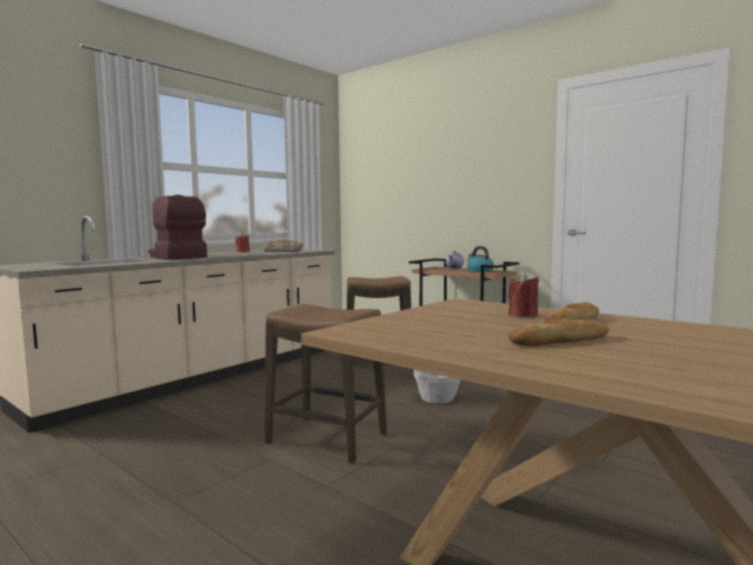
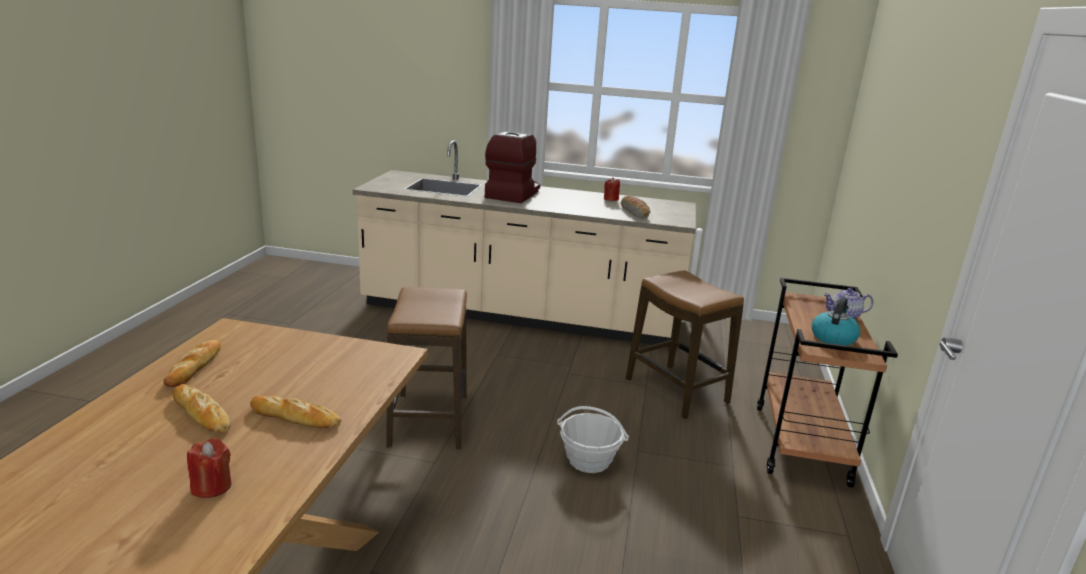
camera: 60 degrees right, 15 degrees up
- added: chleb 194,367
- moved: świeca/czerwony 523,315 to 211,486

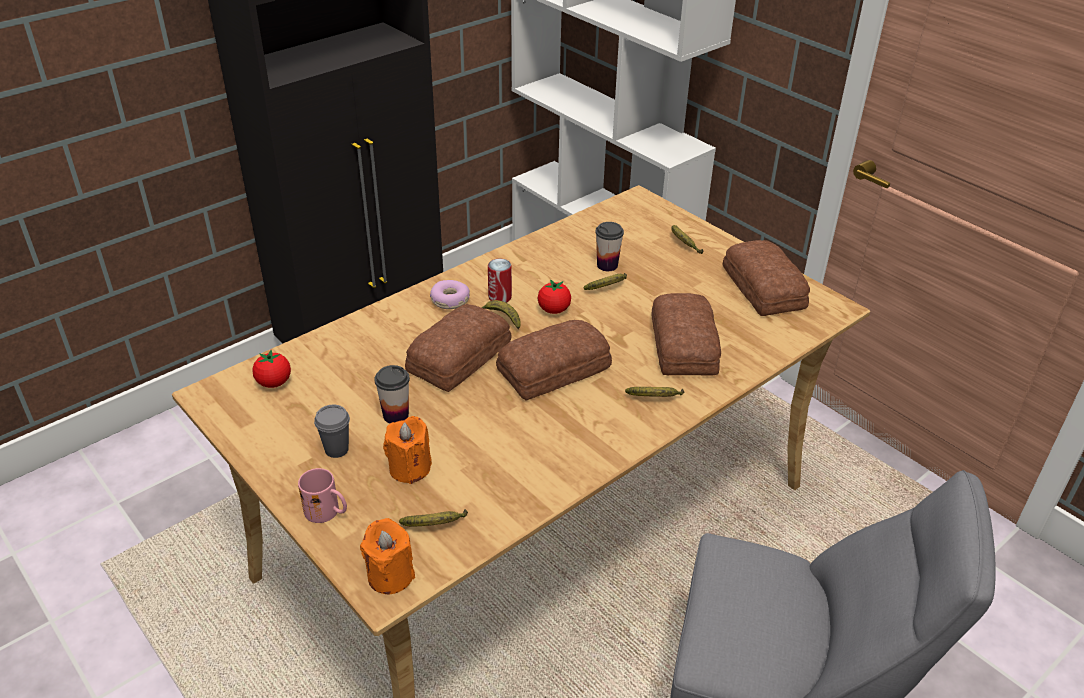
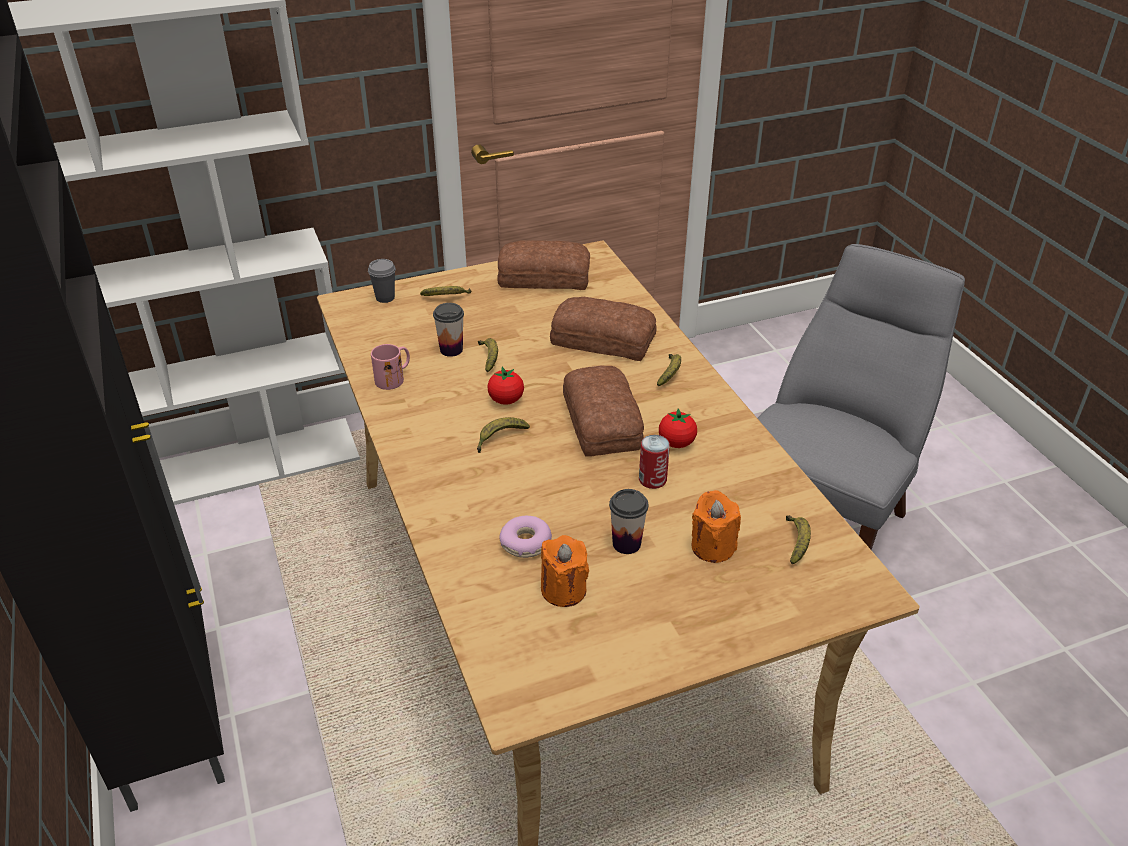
camera: 70 degrees left, 0 degrees up
- moved: filiżanka/szary 336,449 to 385,298
- moved: kubek/różowy 328,512 to 394,378
- moved: donut 450,300 to 526,543
- moved: świeca/pomarańczowy 390,575 to 563,590
- moved: puszka 500,297 to 652,479
- moved: pomidor 274,382 to 676,443
- removed: chleb 456,357

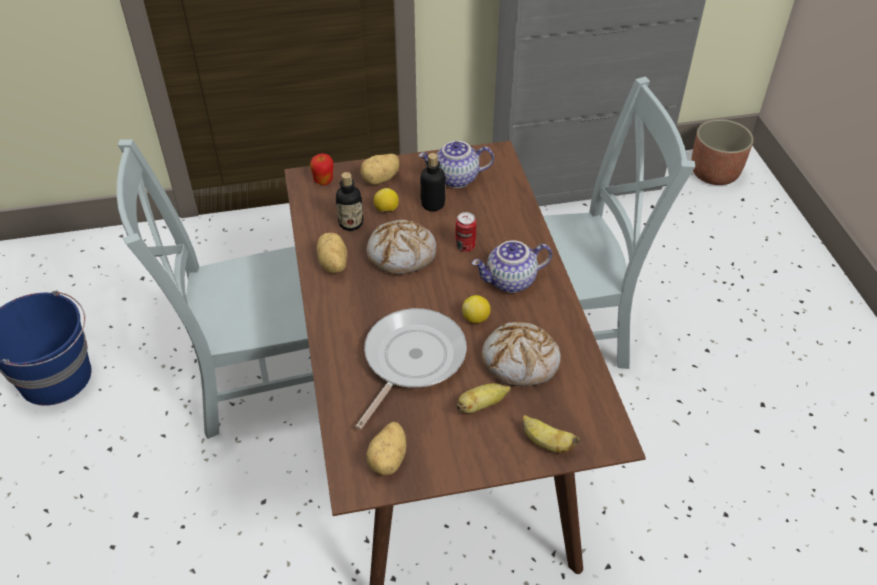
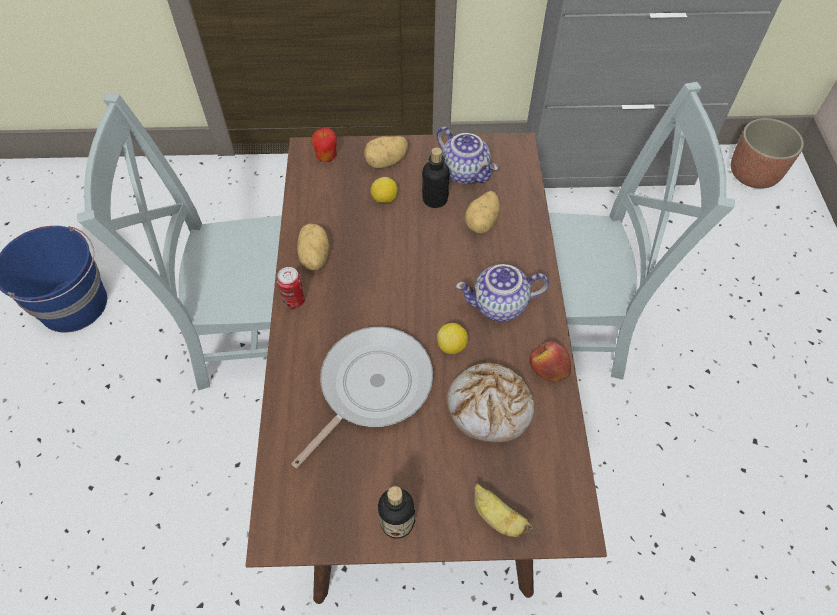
camera: 10 degrees right, 10 degrees up
- moved: puszka 465,246 to 294,300
- moved: butelka 351,223 to 397,522
- turned: imbryk 456,179 = 466,172 135 degrees counterclockwise
- moved: ziemniak 389,459 to 483,222
- added: jabłko 548,367
- removed: chleb 402,254
- removed: banan 481,405

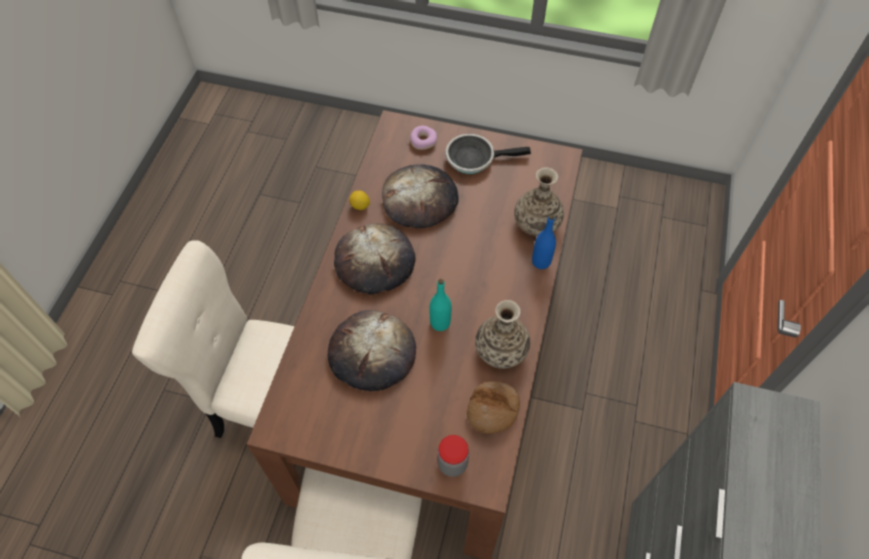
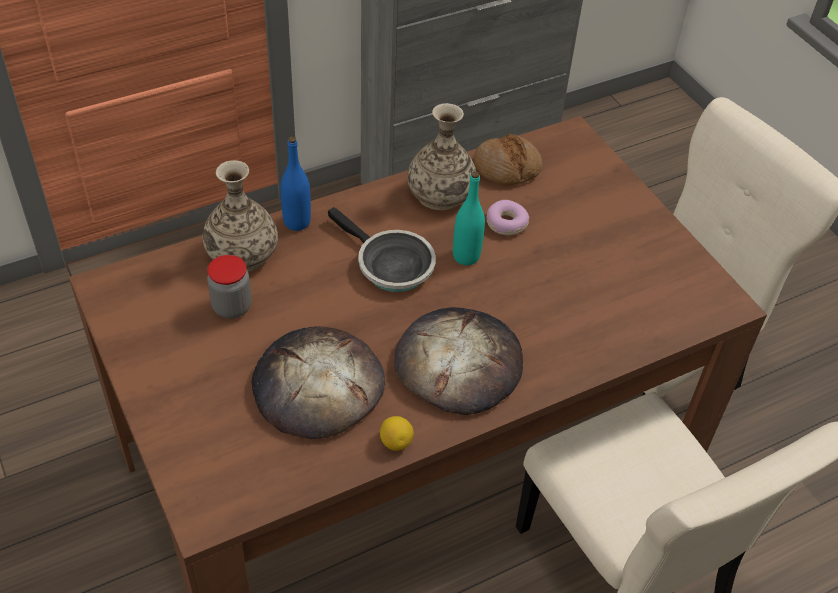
camera: 135 degrees left, 10 degrees down
- moved: słoik 452,463 to 232,307
- moved: patelnia 474,158 to 390,265
- moved: donut 423,141 to 506,223
- removed: chleb 372,353

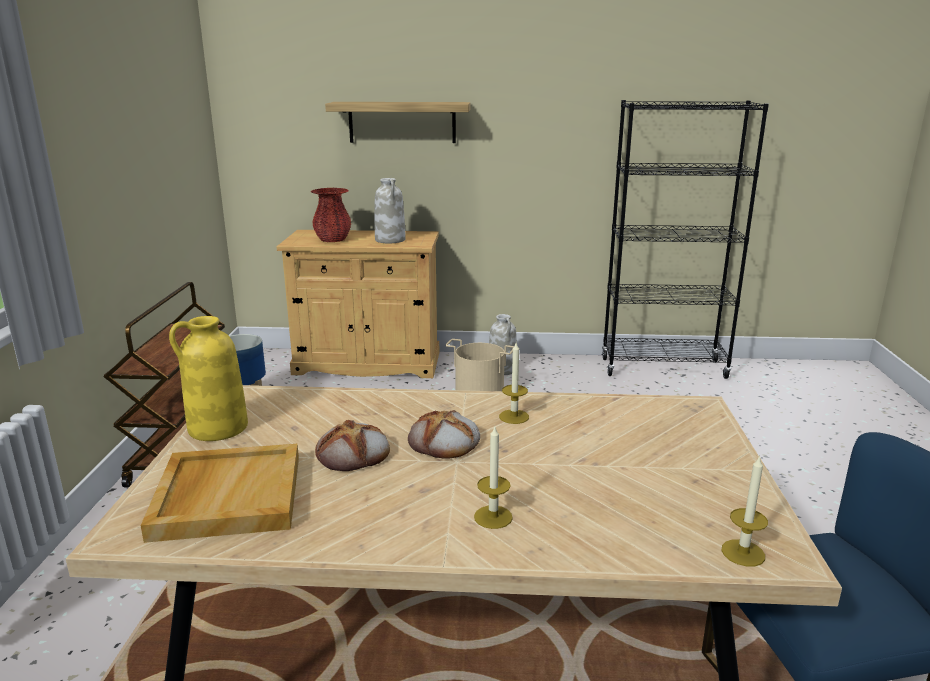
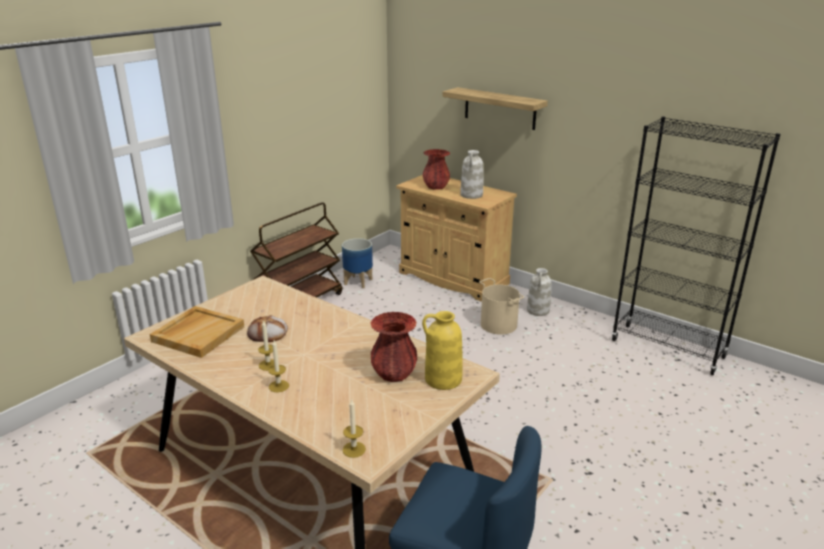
camera: 35 degrees right, 5 degrees up
- moved: świeca 514,416 to 268,365
- added: wazon/czerwony 394,374
- moved: wazon/żółty 217,428 to 442,379
- removed: chleb 444,442

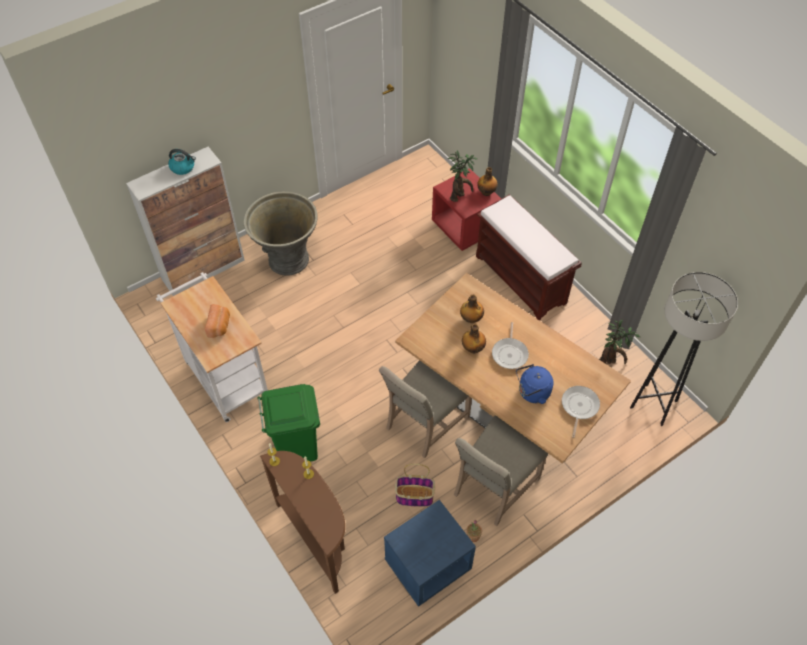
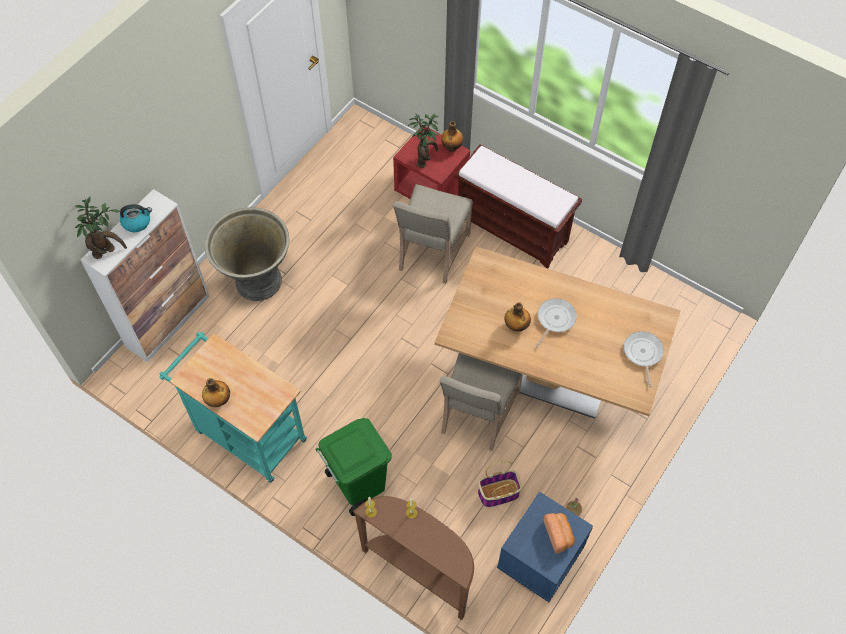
camera: 20 degrees left, 5 degrees up
- moved: roślina doniczkowa 609,361 to 107,251
- recoloured: wózek/biały 224,376 to wózek/turkusowy 246,433
- moved: butelka 471,319 to 218,400
- moved: krzesło/beżowy 493,487 to 431,253
- turned: patelnia 510,353 = 554,319 135 degrees counterclockwise
- moved: chleb 220,326 to 559,534
- removed: czajnik/niebieski 532,392
- removed: lampa stojąca/szary 653,404

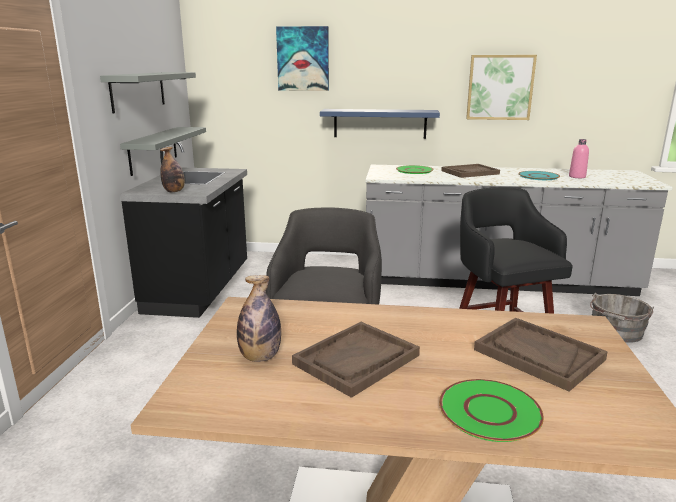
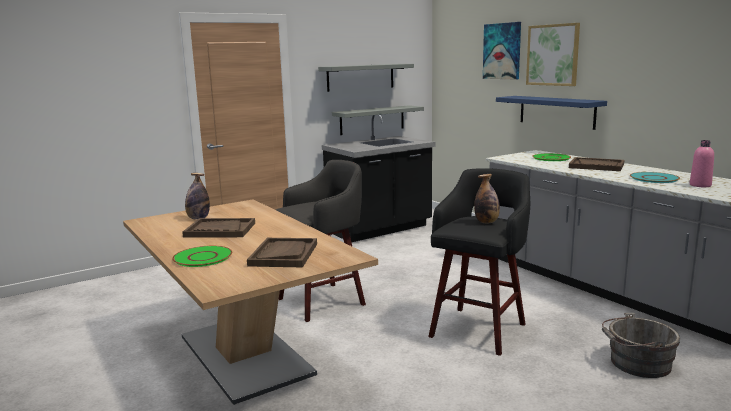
camera: 50 degrees right, 5 degrees down
- moved: butelka 174,191 to 486,222
- moved: obraz 500,87 to 553,55

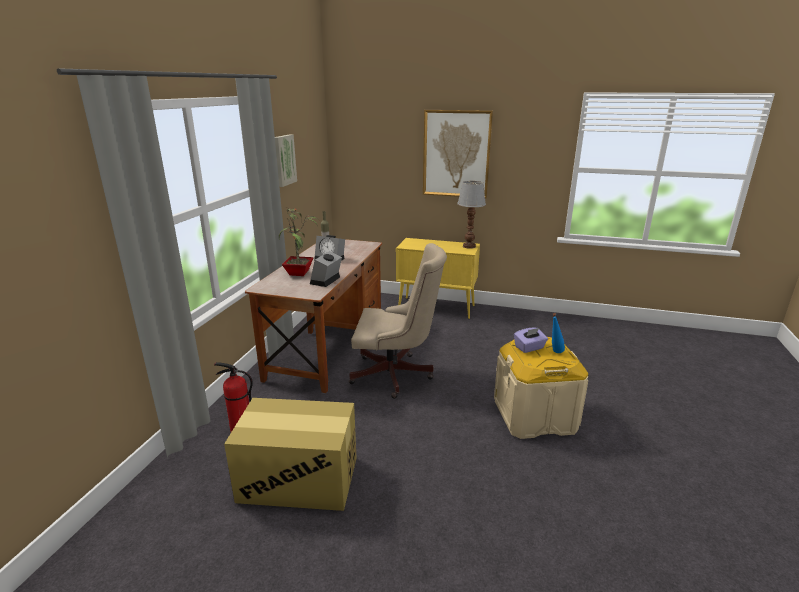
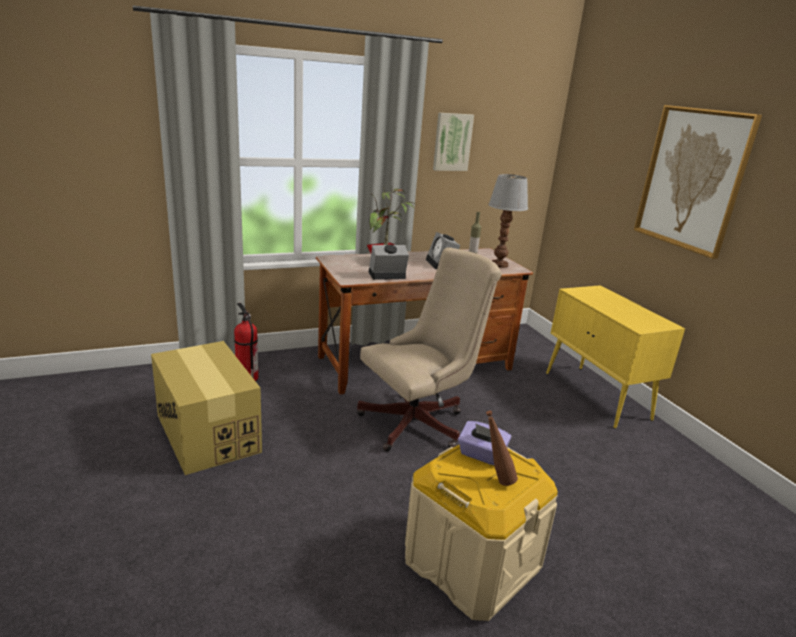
camera: 50 degrees right, 0 degrees up
- turned: krzesło biurowe/beżowy 396,375 = 419,422 90 degrees counterclockwise
- recoloured: butelka/niebieski 554,353 to butelka/brązowy 496,480
- moved: lampa stołowa 468,246 to 499,265

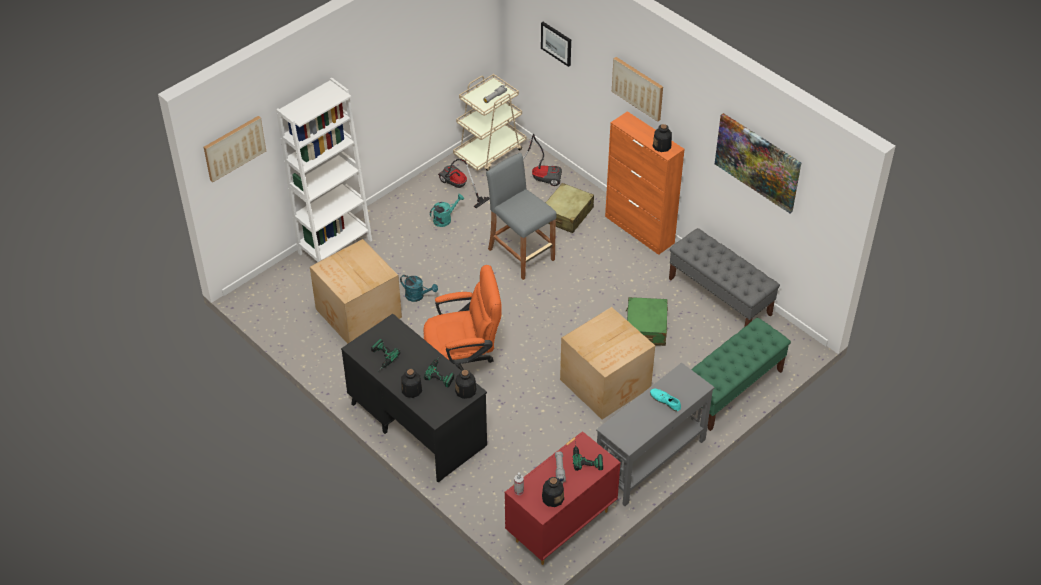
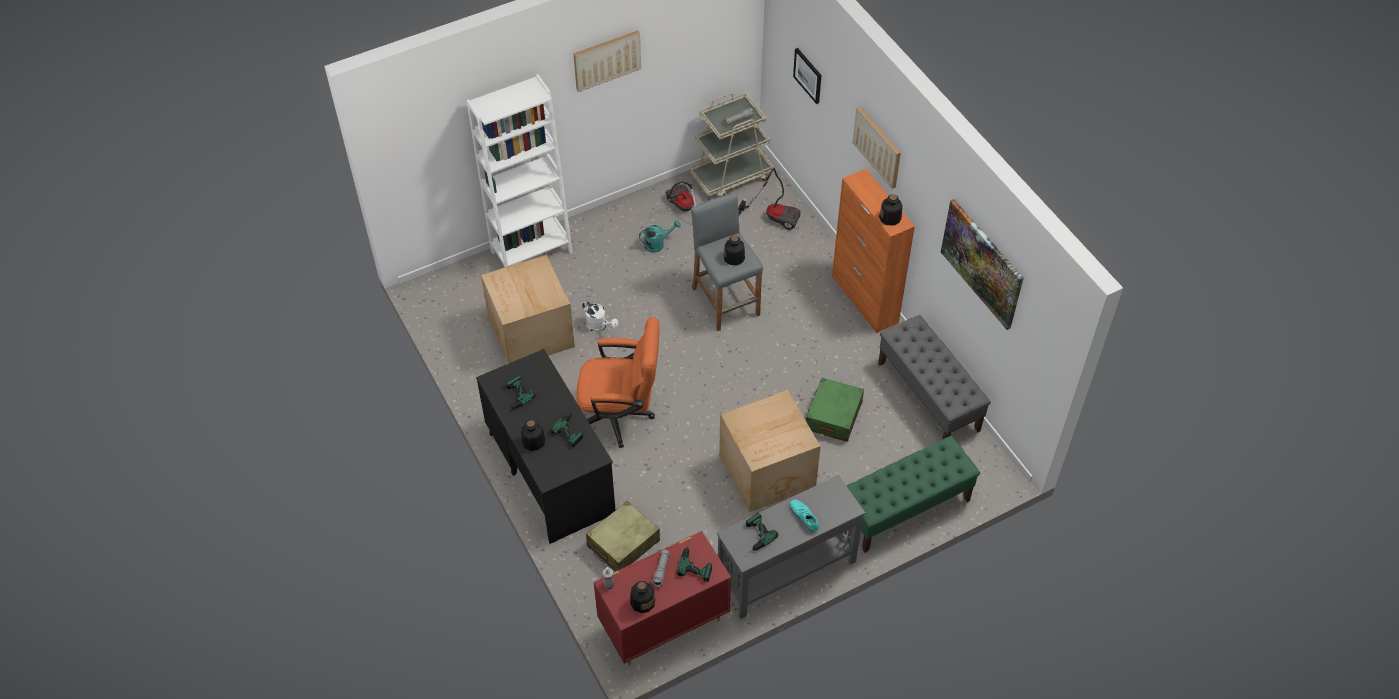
camera: 15 degrees right, 5 degrees up
- moved: obraz 234,148 to 607,60
- recoloured: konewka/turkusowy 418,296 to konewka/biały 599,326
- moved: walizka/beżowy 566,214 to 623,543
- moved: butelka 466,391 to 734,258
- added: wiertarka 754,536

